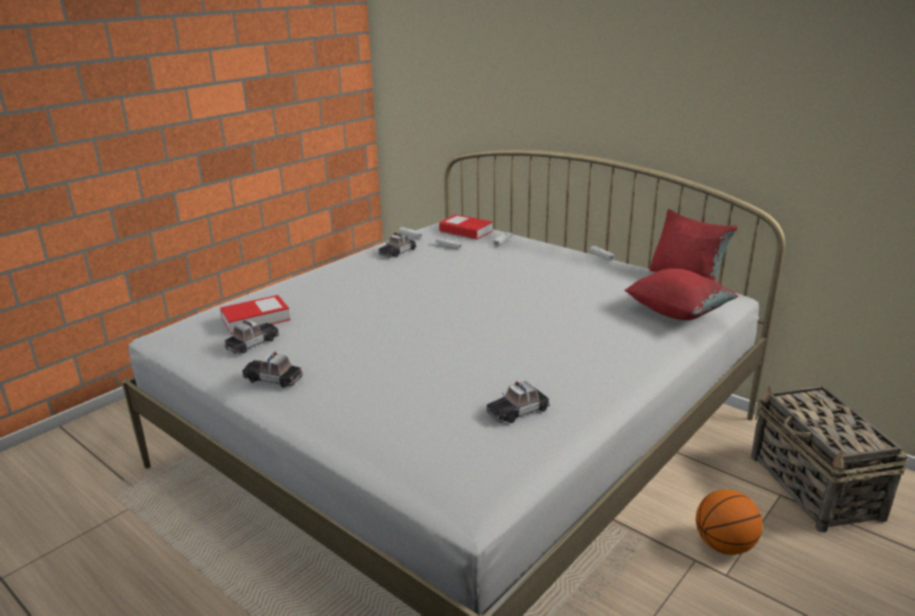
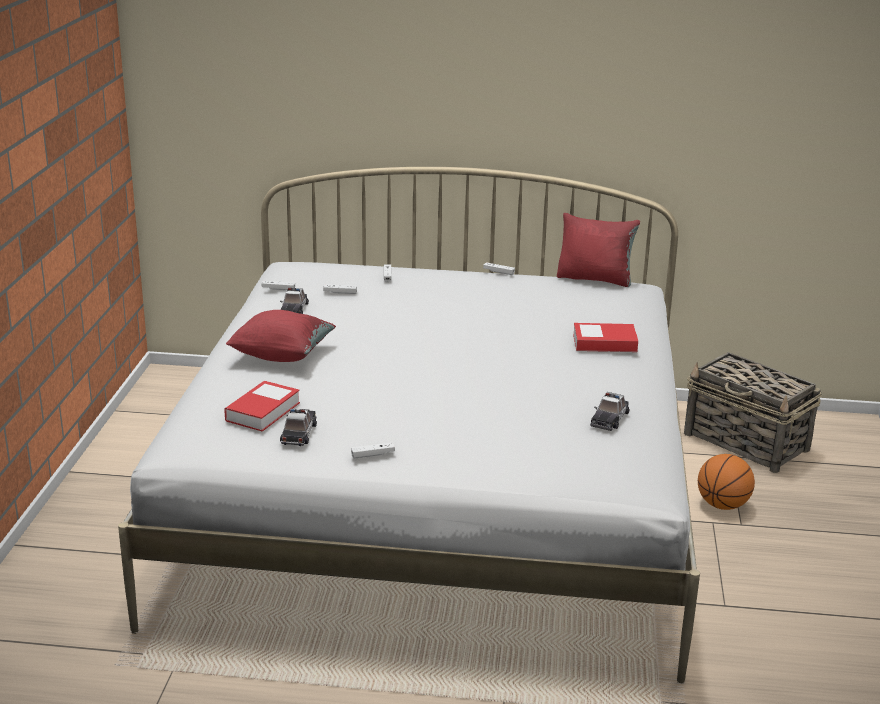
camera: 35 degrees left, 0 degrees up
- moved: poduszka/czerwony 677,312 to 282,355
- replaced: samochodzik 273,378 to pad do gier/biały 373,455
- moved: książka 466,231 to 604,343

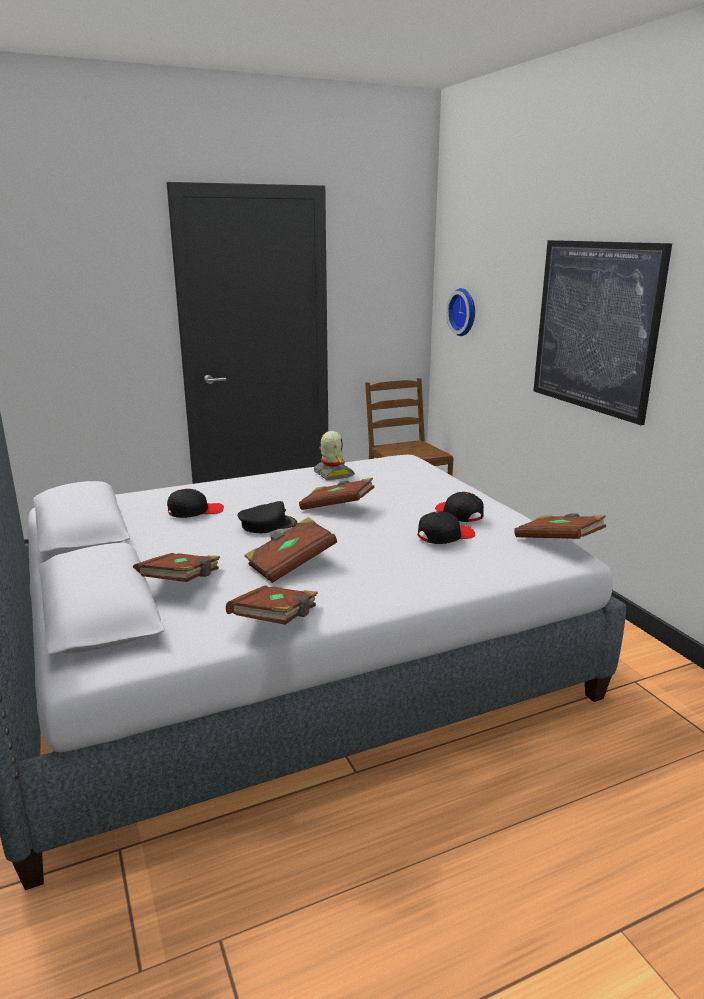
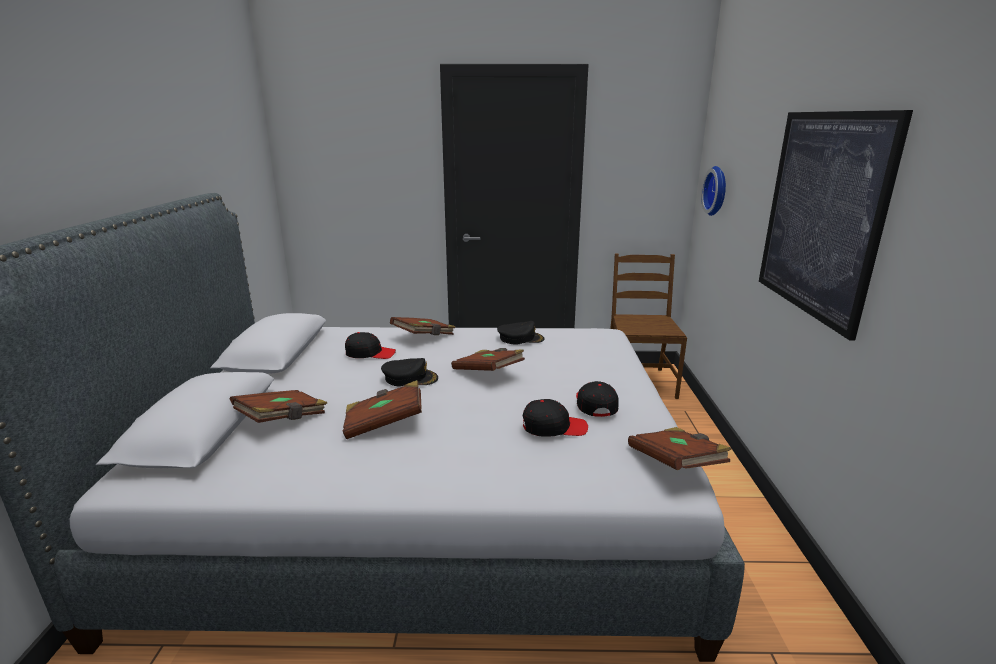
camera: 25 degrees right, 0 degrees up
- moved: książka/brązowy 276,621 to 424,337
- replaced: robot zabawkowy 332,474 to czapka z daszkiem/czarny 520,338

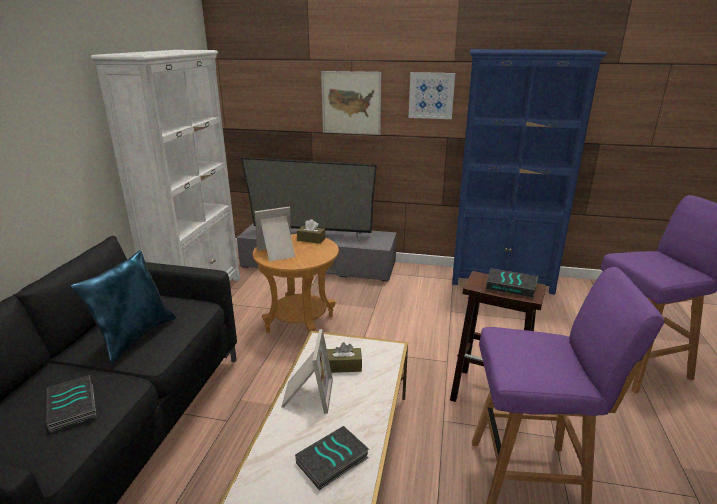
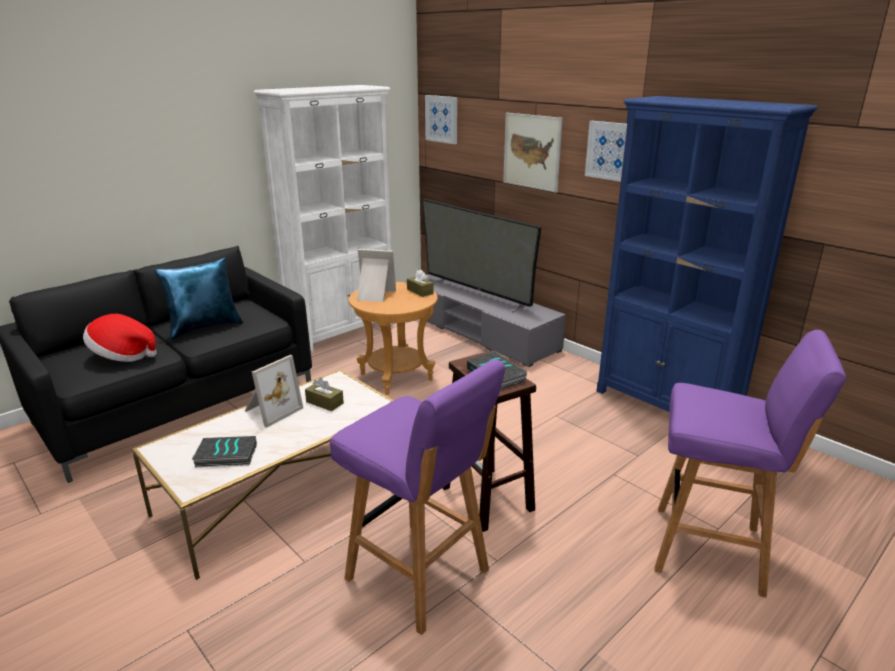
camera: 35 degrees right, 0 degrees up
- replaced: książka 74,406 to kapelusz 122,356
- added: obraz 442,119

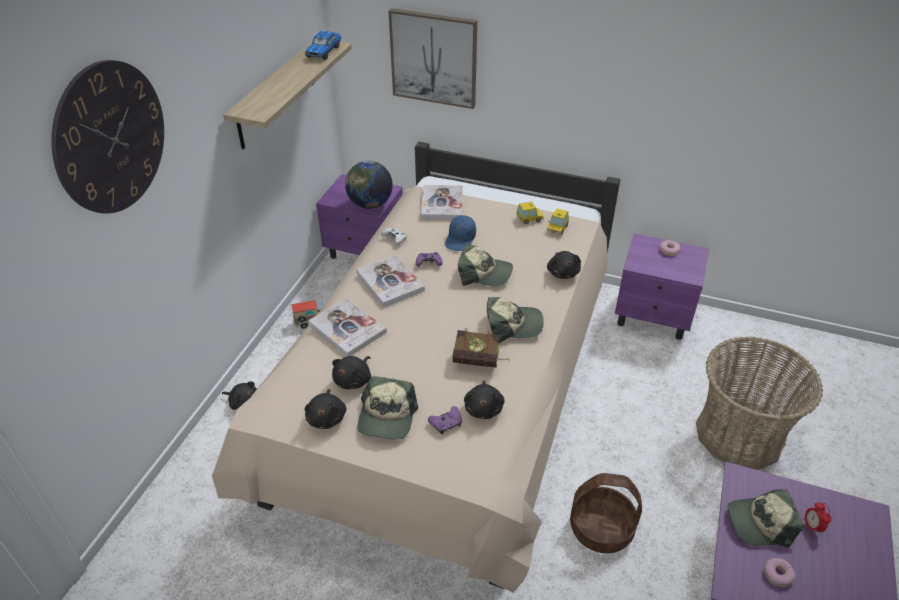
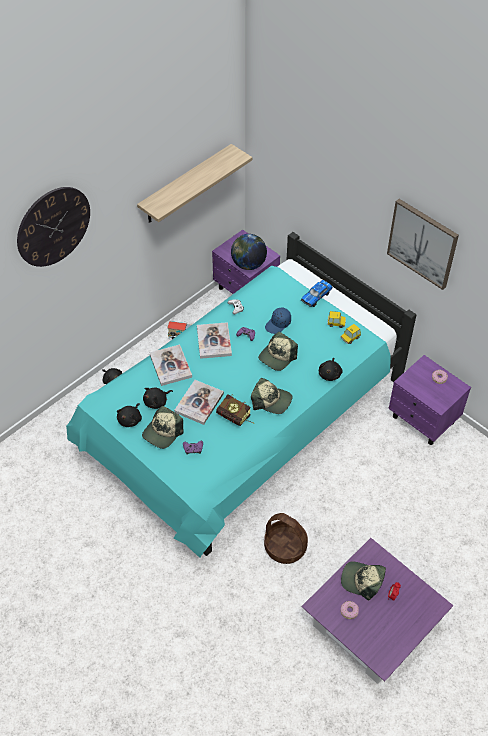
camera: 25 degrees right, 10 degrees up
- recoloured: łóżko/beżowy 448,392 to łóżko/turkusowy 243,422
- moved: książka 442,204 to 199,403
- turned: czapka z daszkiem 484,273 = 277,356 90 degrees clockwise
- moved: samochodzik 324,51 to 316,296
- moved: obraz 434,58 to 422,243
- removed: pluszak/czarny 484,408
- removed: koszyk 739,434

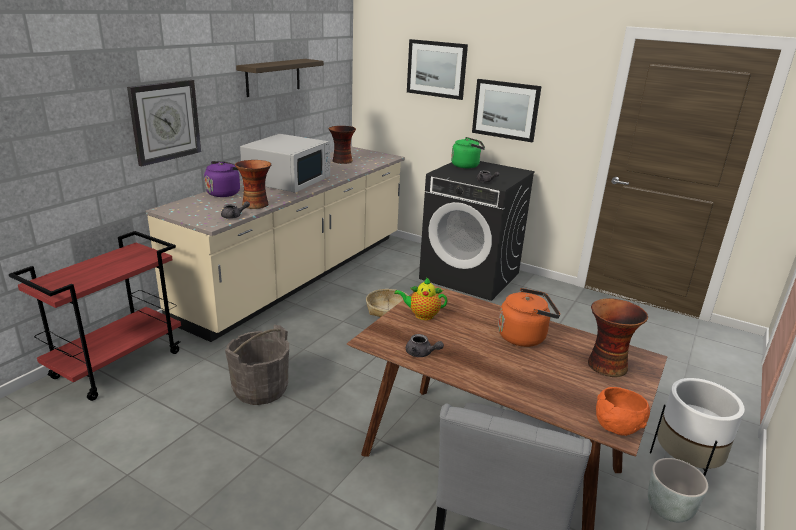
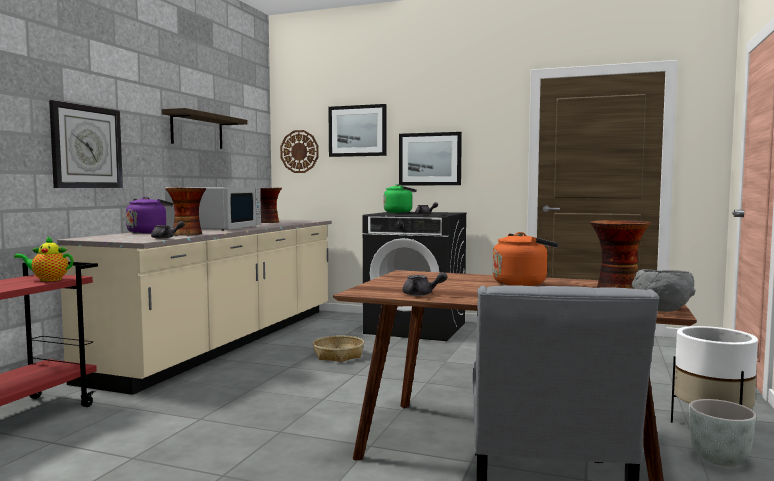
camera: 10 degrees left, 20 degrees down
- moved: imbryk 422,315 to 48,280
- added: zegar ścienny 299,151
- recoloured: miska/pomarańczowy 617,428 to miska/szary 662,310
- removed: wiadro/szary 260,389

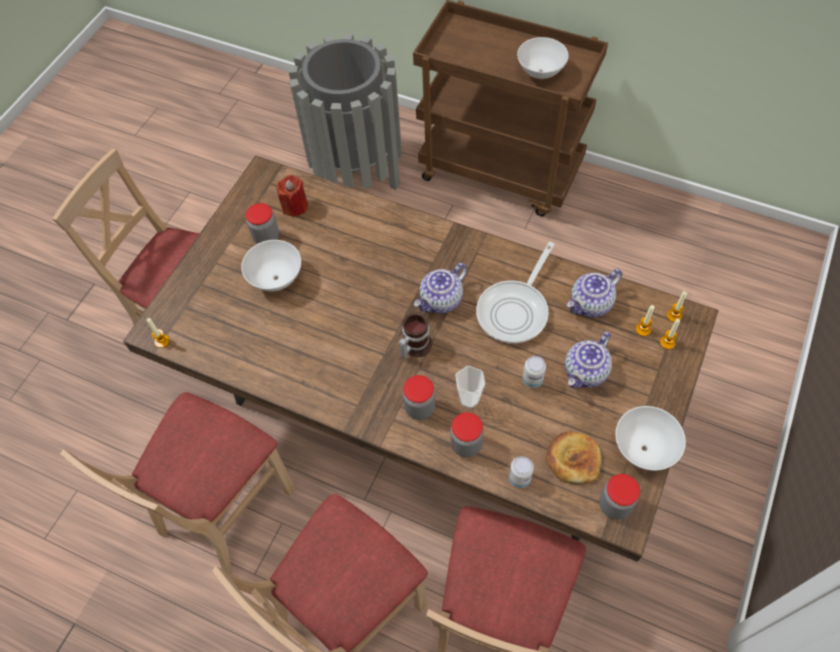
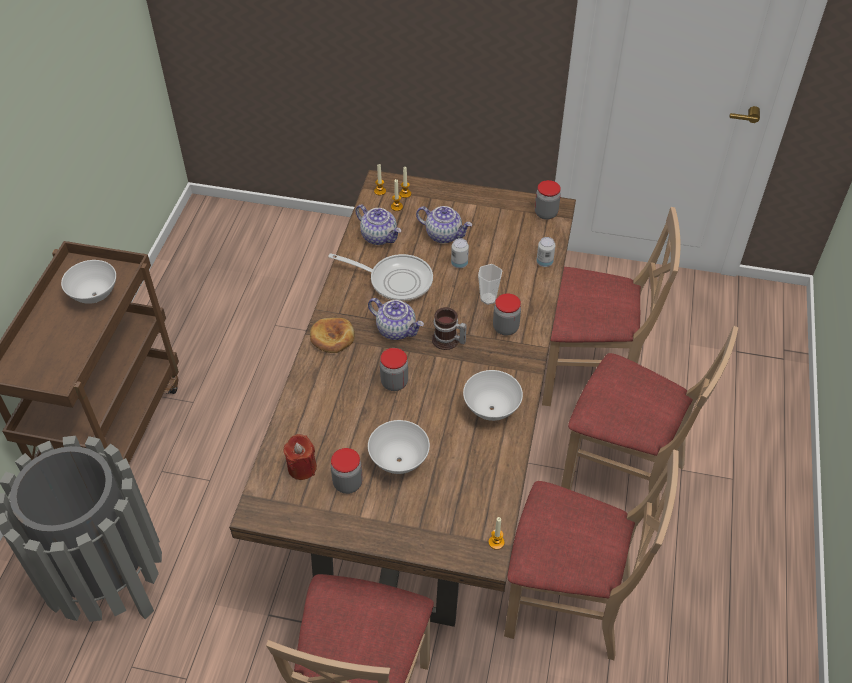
camera: 105 degrees left, 10 degrees down
- moved: chleb 573,459 to 332,337
- moved: słoik 466,444 to 394,382
- moved: miska/biały 644,450 to 492,409

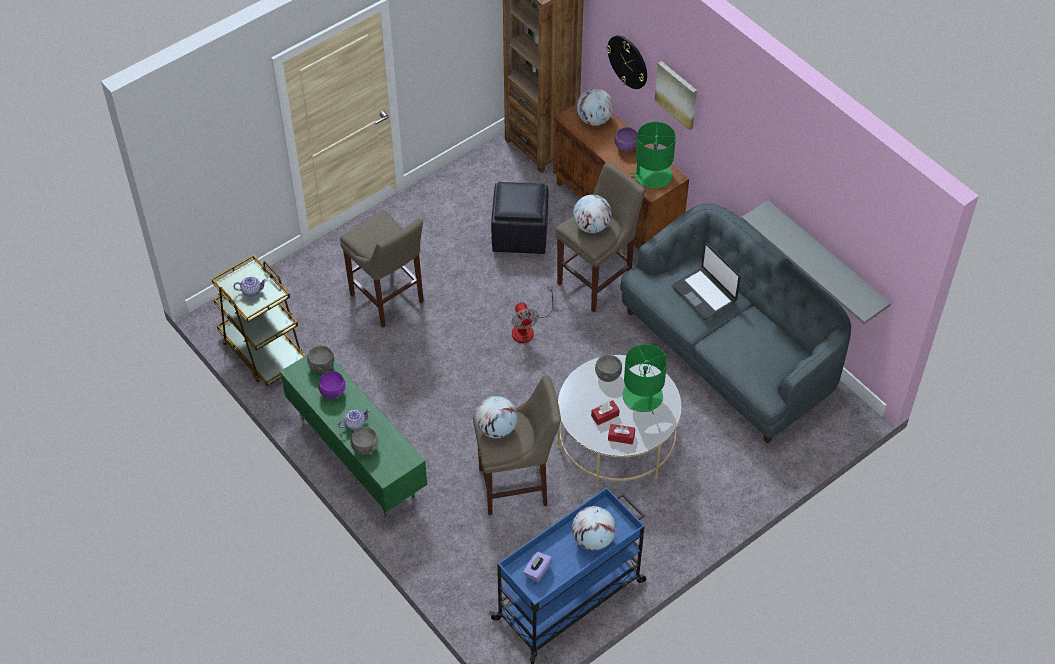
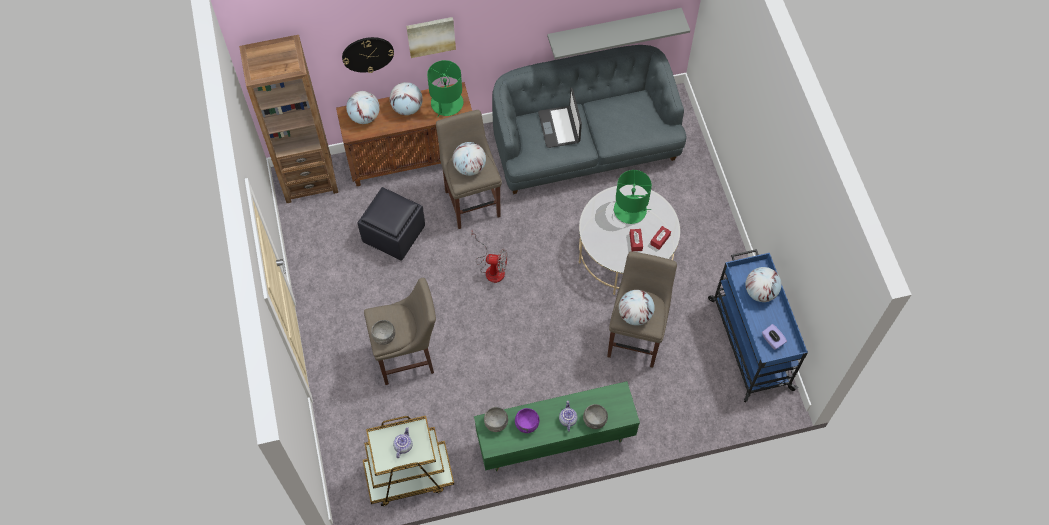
camera: 65 degrees left, 10 degrees up
- moved: miska/szary 607,375 to 384,337
- replaced: miska/fioletowy 626,147 to globus 407,108
- turned: laptop 704,293 = 559,127 90 degrees clockwise

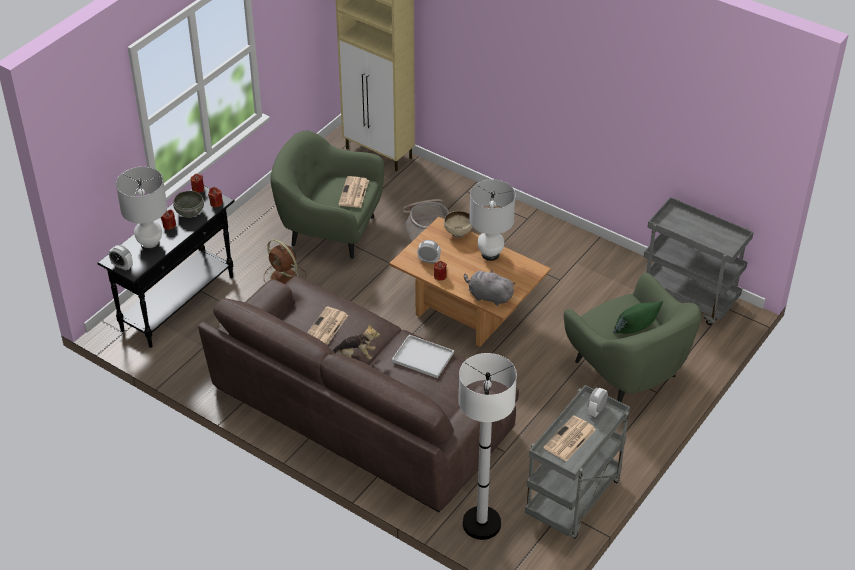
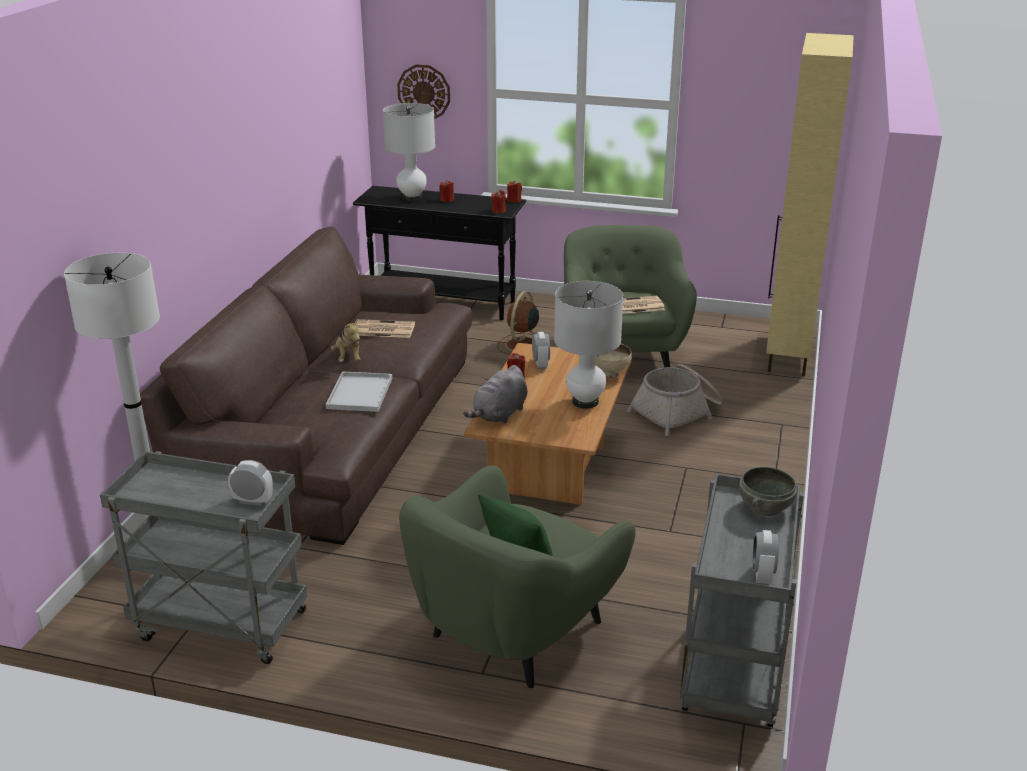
camera: 70 degrees right, 15 degrees down
- added: zegar ścienny 424,92
- turned: pluszak/szary 488,296 = 499,415 150 degrees counterclockwise
- moved: miska/szary 189,212 to 764,507
- moved: budzik 122,266 to 762,575
- removed: gazeta 569,439

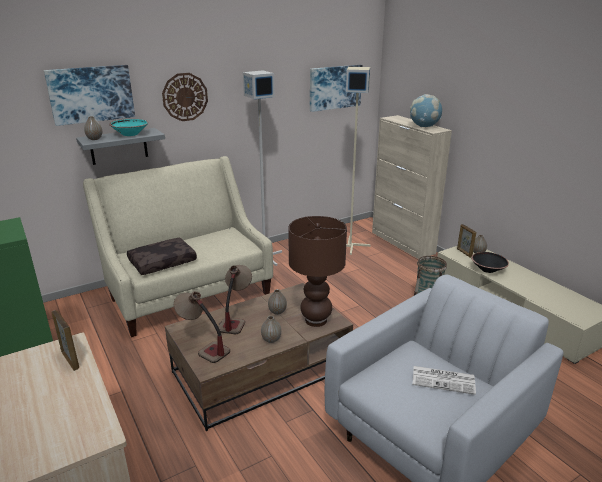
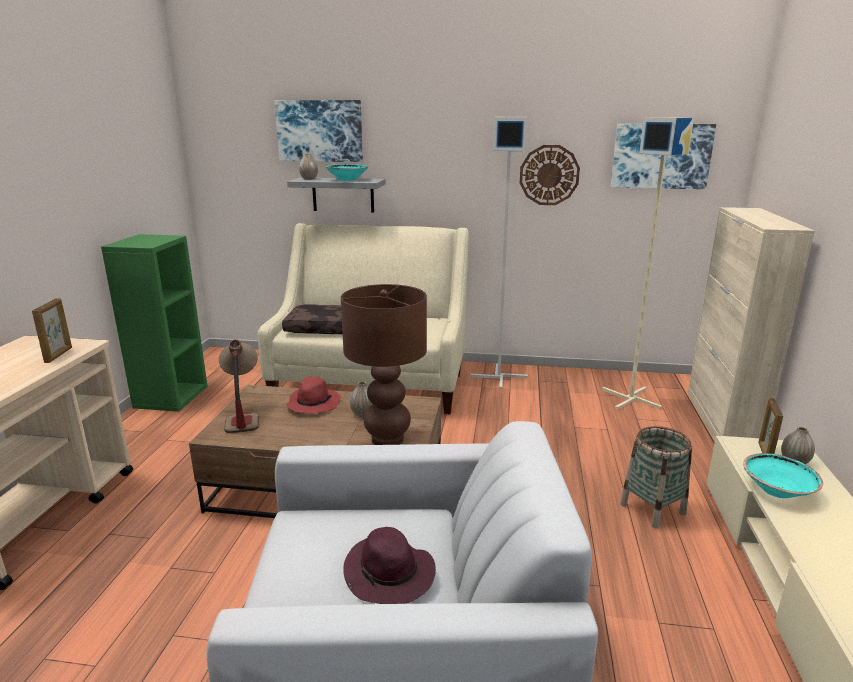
camera: 40 degrees right, 5 degrees down
- replaced: lampa stołowa 235,319 to kapelusz/czerwony 313,403
- replaced: gazeta 444,380 to kapelusz/fioletowy 390,574
- moved: zegar ścienny 185,97 to 549,175
- recoloured: miska/czarny 487,269 to miska/turkusowy 777,490
- removed: wazon 271,339
- removed: globus 424,126

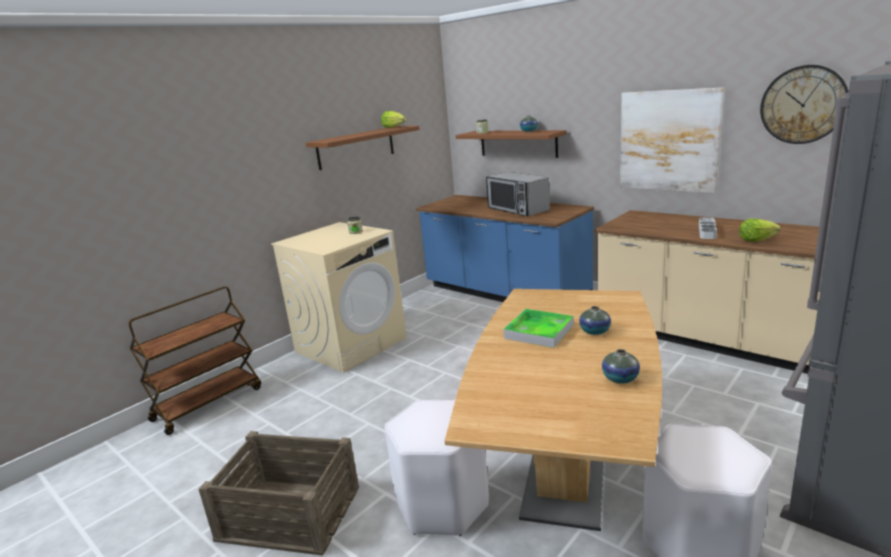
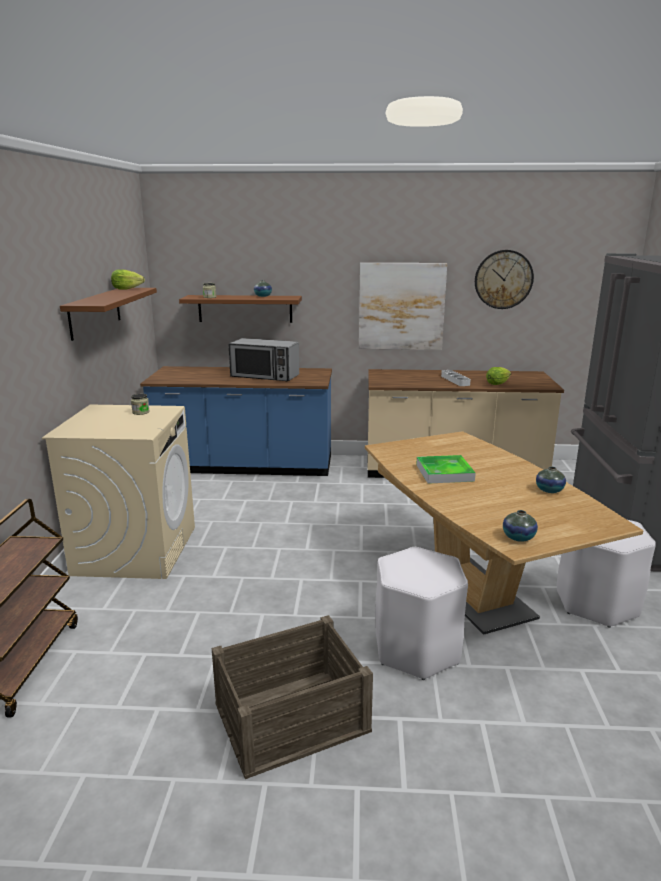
camera: 40 degrees left, 0 degrees up
- moved: wazon 595,331 to 518,537

